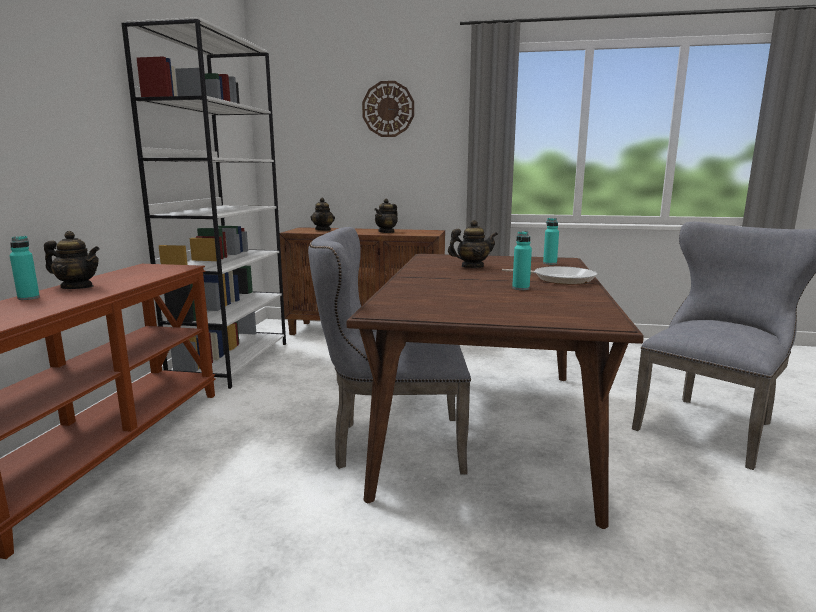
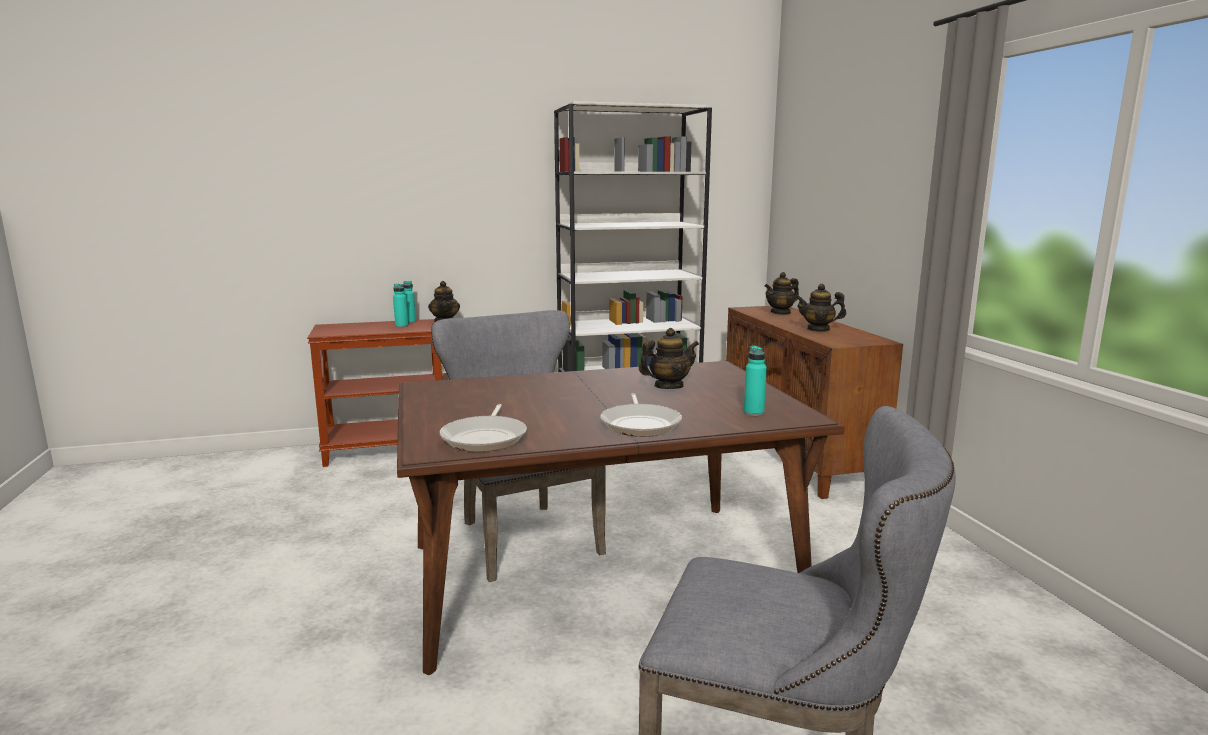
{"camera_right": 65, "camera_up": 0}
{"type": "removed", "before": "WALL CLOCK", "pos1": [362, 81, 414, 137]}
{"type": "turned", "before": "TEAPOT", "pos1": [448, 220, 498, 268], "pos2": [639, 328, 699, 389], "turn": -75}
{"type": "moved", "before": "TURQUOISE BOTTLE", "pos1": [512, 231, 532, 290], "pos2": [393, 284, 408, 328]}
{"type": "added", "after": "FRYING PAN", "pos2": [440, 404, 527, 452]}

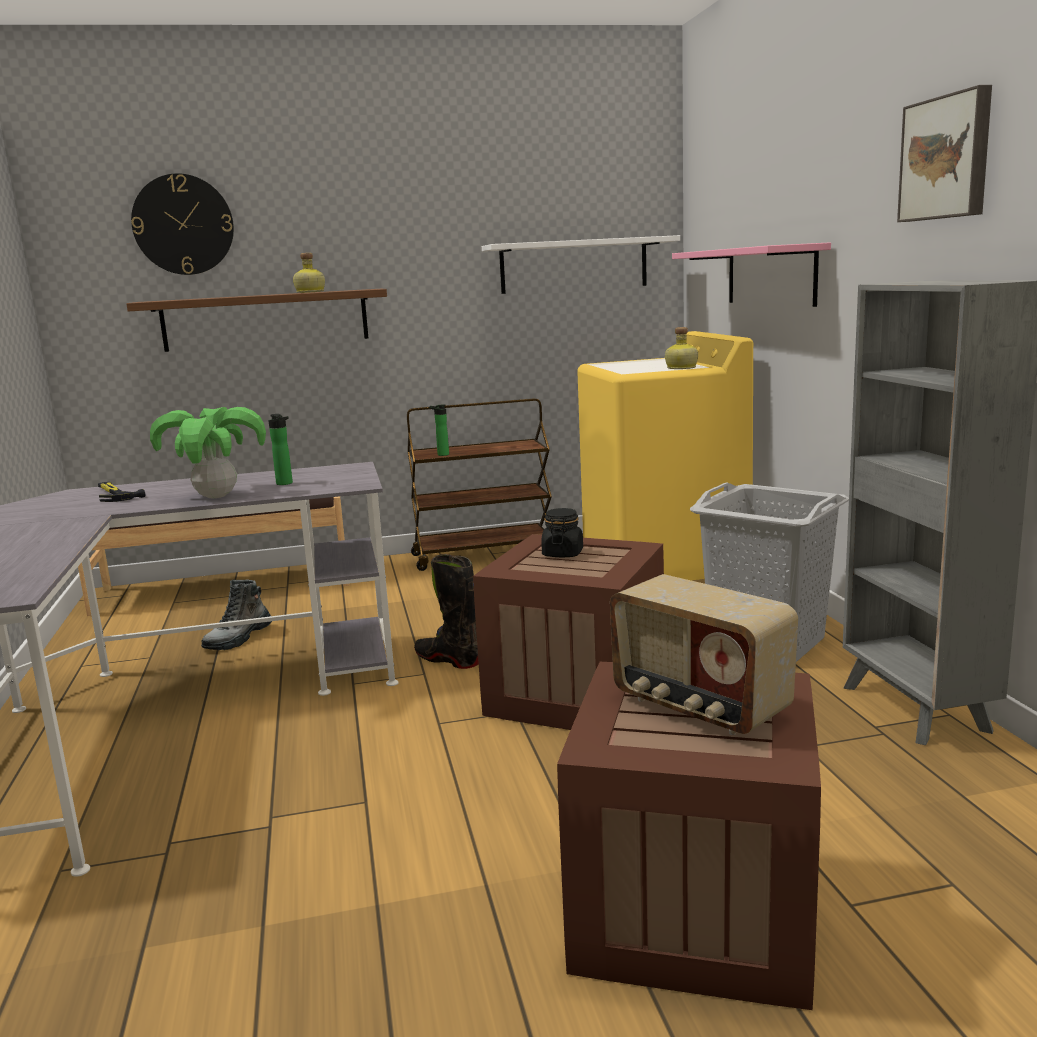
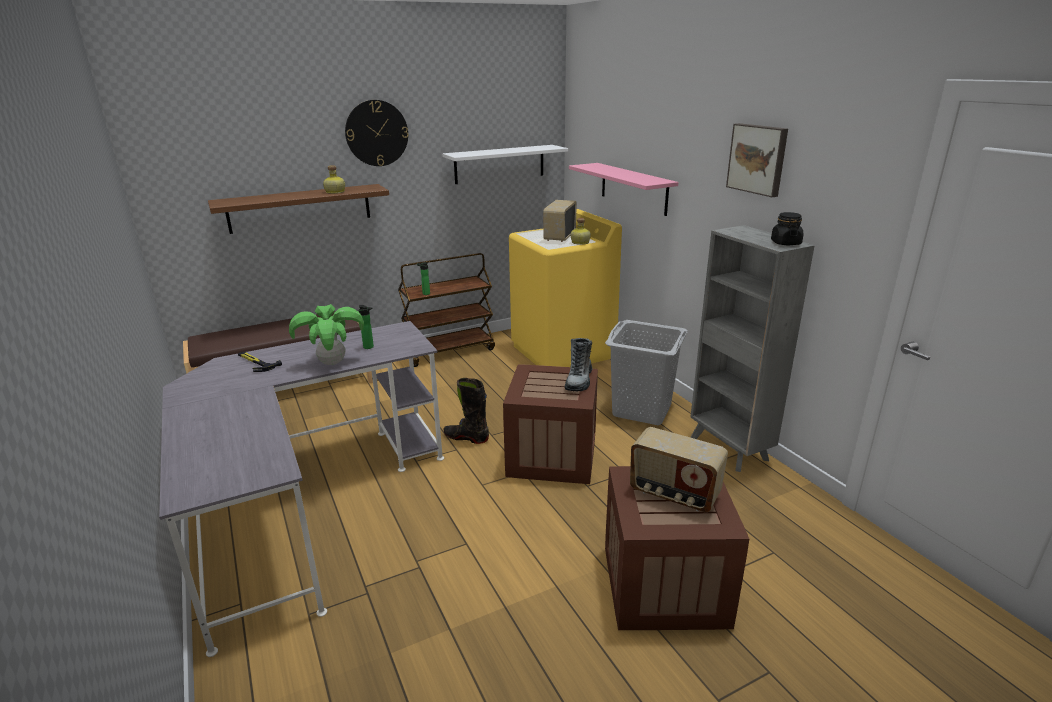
{"camera_right": -15, "camera_up": 10}
{"type": "moved", "before": "WALL CLOCK", "pos1": [131, 173, 234, 275], "pos2": [345, 100, 408, 166]}
{"type": "moved", "before": "BLACK JAR", "pos1": [541, 508, 583, 557], "pos2": [771, 212, 804, 245]}
{"type": "moved", "before": "BOOT", "pos1": [201, 579, 272, 650], "pos2": [565, 338, 592, 391]}
{"type": "added", "after": "RADIO", "pos2": [543, 200, 577, 242]}

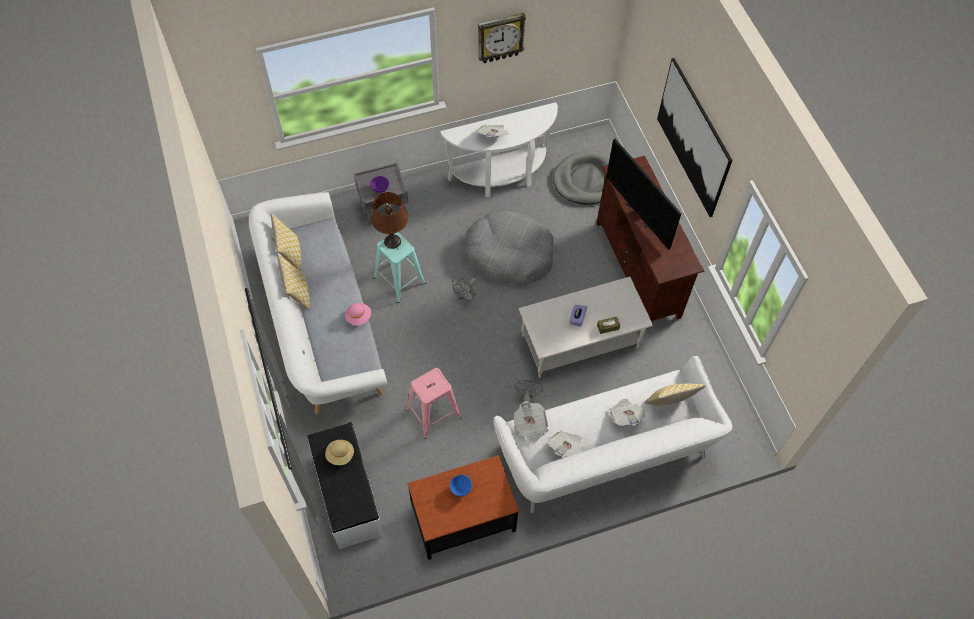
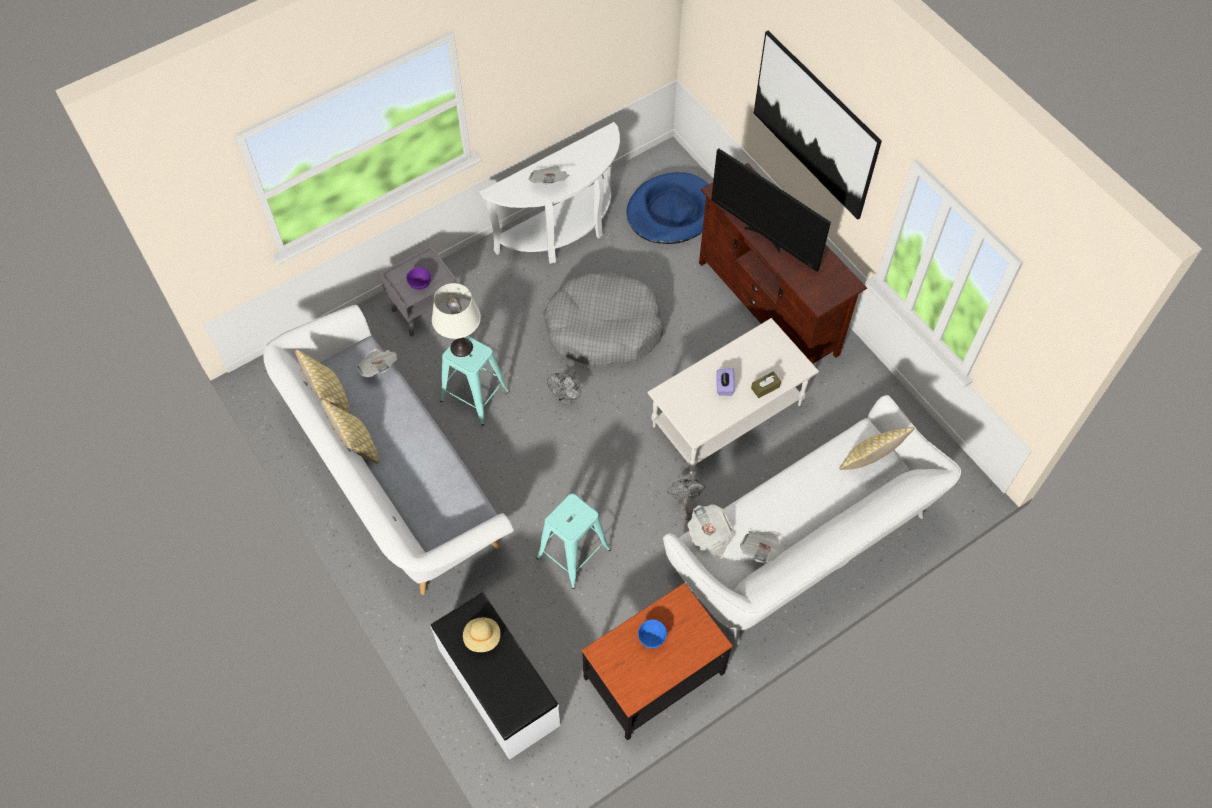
{"camera_right": -15, "camera_up": 0}
{"type": "removed", "before": "WALL CLOCK", "pos1": [478, 13, 526, 63]}
{"type": "recoloured", "before": "GREY DOG BED", "after": "BLUE DOG BED", "pos1": [553, 150, 610, 205], "pos2": [627, 172, 709, 244]}
{"type": "recoloured", "before": "BROWN TABLE LAMP", "after": "WHITE TABLE LAMP", "pos1": [371, 192, 408, 249], "pos2": [432, 283, 481, 357]}
{"type": "removed", "before": "PINK HAT", "pos1": [345, 303, 371, 325]}
{"type": "recoloured", "before": "PINK STOOL", "after": "TURQUOISE STOOL", "pos1": [406, 368, 462, 439], "pos2": [536, 494, 611, 589]}
{"type": "moved", "before": "NEWSPAPER", "pos1": [609, 399, 646, 426], "pos2": [357, 348, 397, 377]}

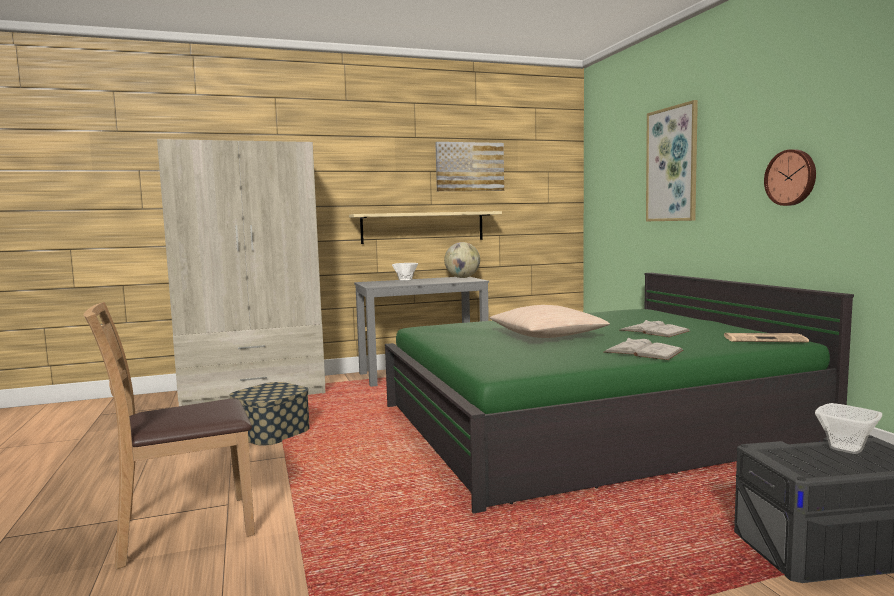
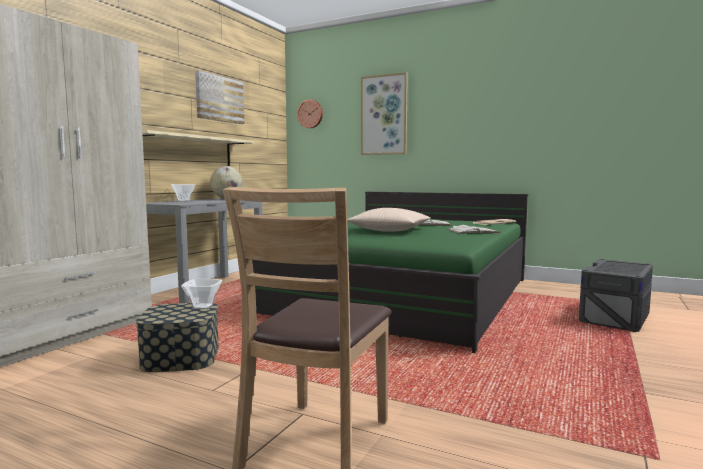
{"camera_right": -45, "camera_up": 0}
{"type": "moved", "before": "WALL CLOCK", "pos1": [764, 149, 816, 206], "pos2": [297, 99, 323, 128]}
{"type": "moved", "before": "BOWL", "pos1": [815, 403, 882, 454], "pos2": [181, 279, 222, 309]}

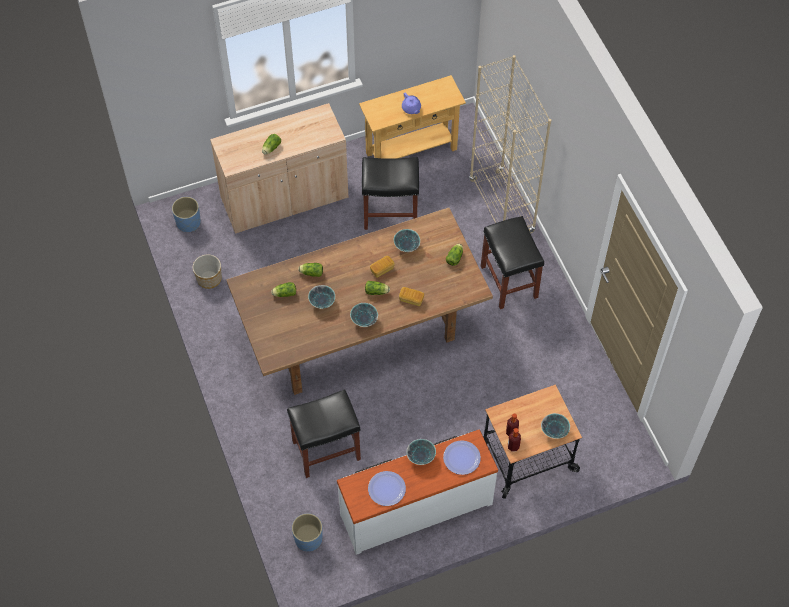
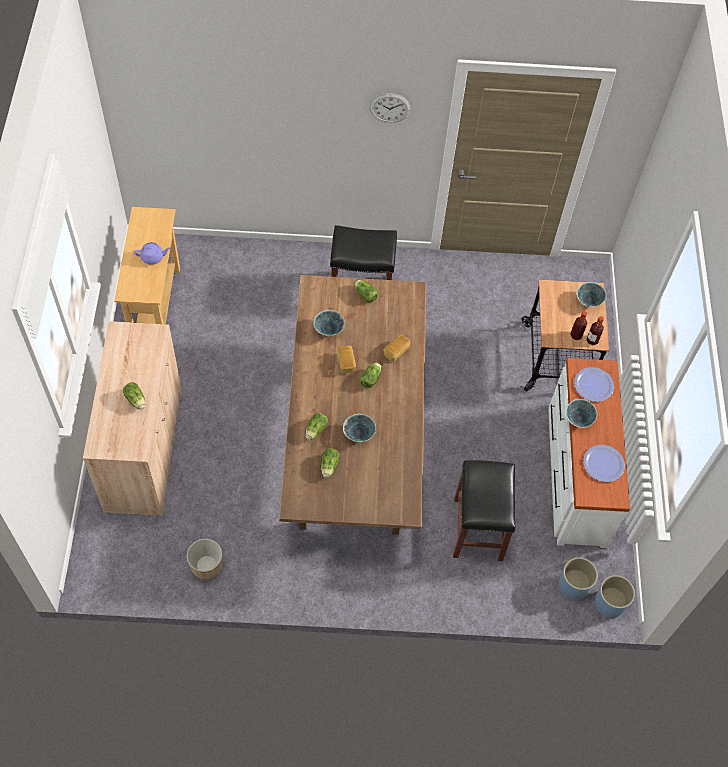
{"camera_right": -70, "camera_up": 0}
{"type": "removed", "before": "BEIGE BOOKCASE", "pos1": [469, 55, 551, 234]}
{"type": "removed", "before": "BLACK STOOL", "pos1": [362, 157, 419, 230]}
{"type": "moved", "before": "BLUE PLANTER", "pos1": [172, 197, 201, 232], "pos2": [595, 575, 635, 618]}
{"type": "removed", "before": "BOWL", "pos1": [350, 303, 378, 327]}
{"type": "added", "after": "WALL CLOCK", "pos2": [369, 93, 411, 123]}

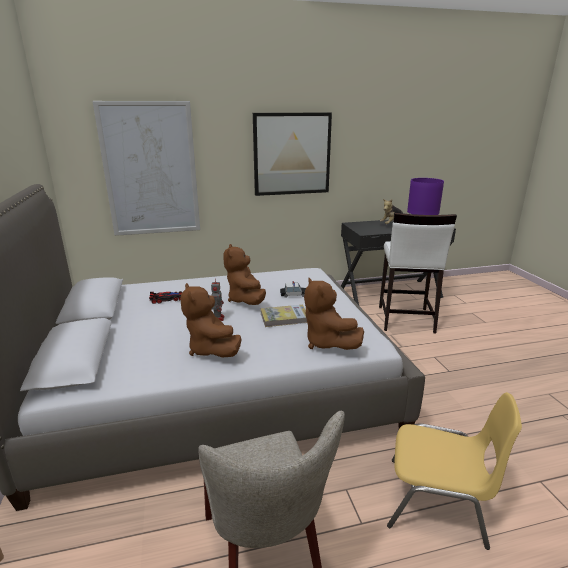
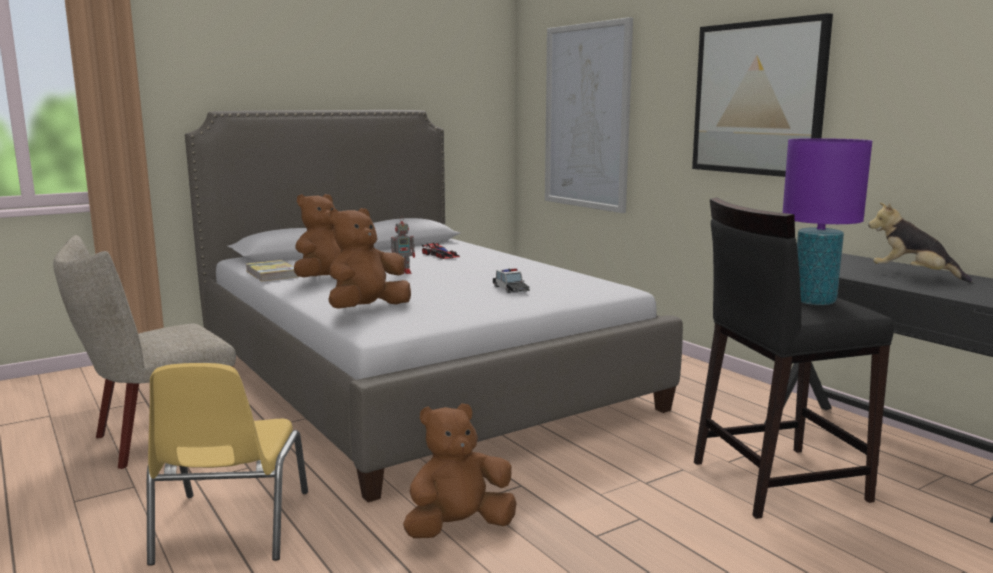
{"camera_right": 70, "camera_up": -10}
{"type": "recoloured", "before": "WHITE STOOL", "after": "BLACK STOOL", "pos1": [379, 213, 457, 333], "pos2": [694, 197, 894, 519]}
{"type": "moved", "before": "BROWN PLUSH TOY", "pos1": [223, 244, 266, 305], "pos2": [403, 403, 516, 538]}
{"type": "moved", "before": "BOOK", "pos1": [261, 305, 307, 327], "pos2": [246, 260, 299, 282]}

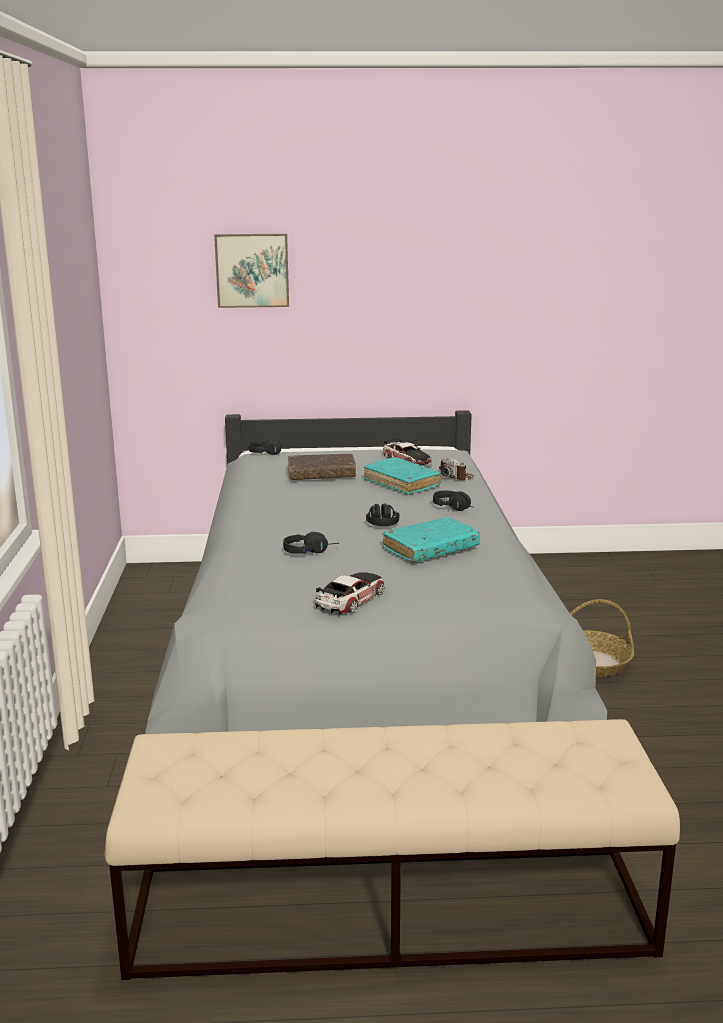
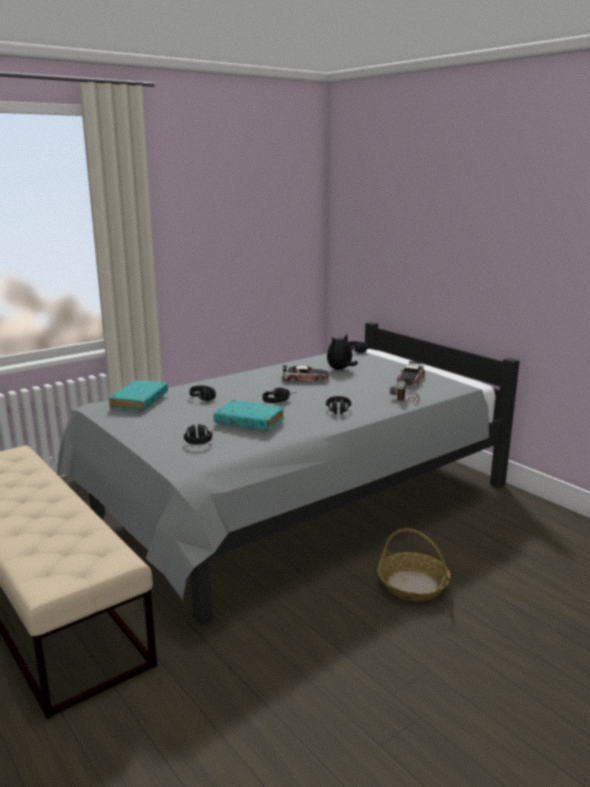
{"camera_right": 55, "camera_up": 0}
{"type": "removed", "before": "PICTURE", "pos1": [214, 234, 289, 308]}
{"type": "replaced", "before": "BROWN BOOK", "after": "PLUSH TOY", "pos1": [288, 453, 356, 480], "pos2": [327, 334, 358, 370]}
{"type": "moved", "before": "TURQUOISE BOOK", "pos1": [364, 458, 442, 495], "pos2": [108, 380, 168, 411]}
{"type": "moved", "before": "TOY CAR", "pos1": [315, 572, 385, 615], "pos2": [282, 365, 329, 383]}
{"type": "added", "after": "BLACK HEADPHONES", "pos2": [184, 424, 212, 445]}

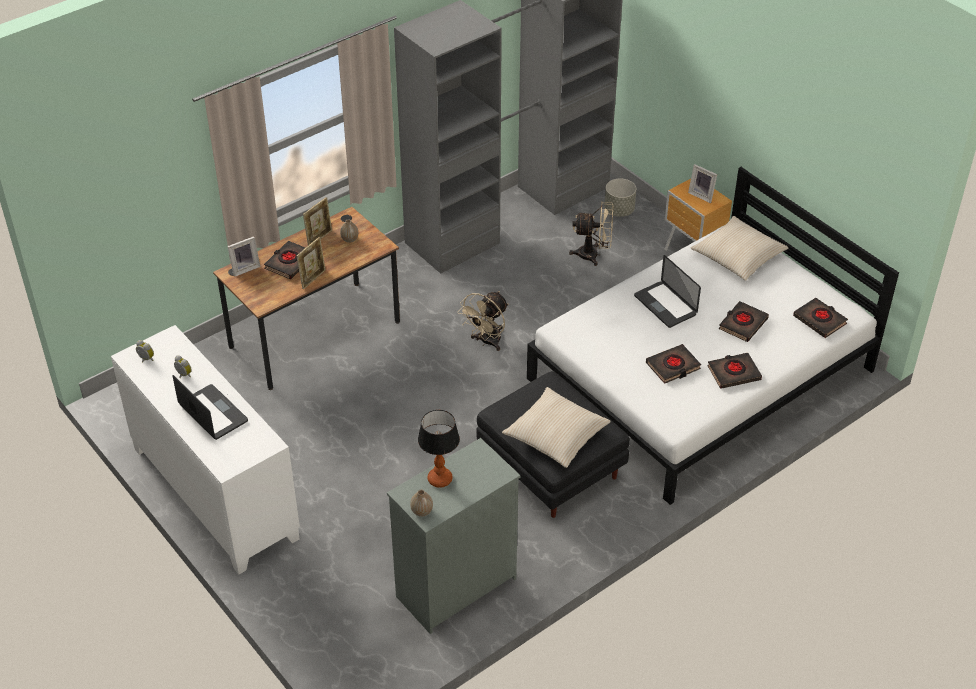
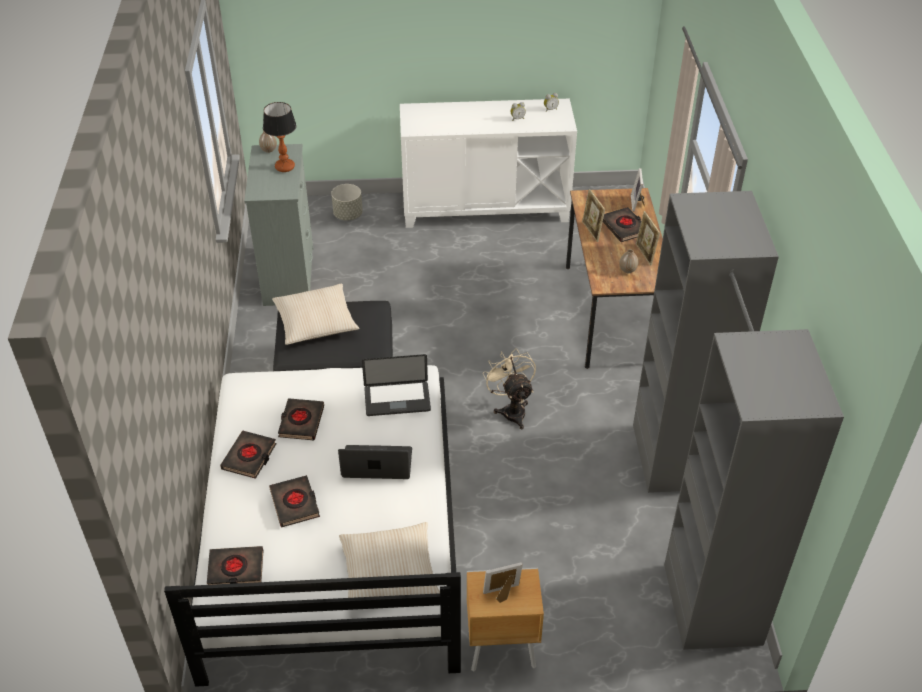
{"camera_right": 125, "camera_up": 0}
{"type": "moved", "before": "GREY PLANTER", "pos1": [604, 179, 636, 217], "pos2": [331, 184, 363, 220]}
{"type": "removed", "before": "BEIGE FAN", "pos1": [569, 201, 613, 266]}
{"type": "moved", "before": "LAPTOP", "pos1": [172, 375, 248, 440], "pos2": [362, 354, 431, 416]}

